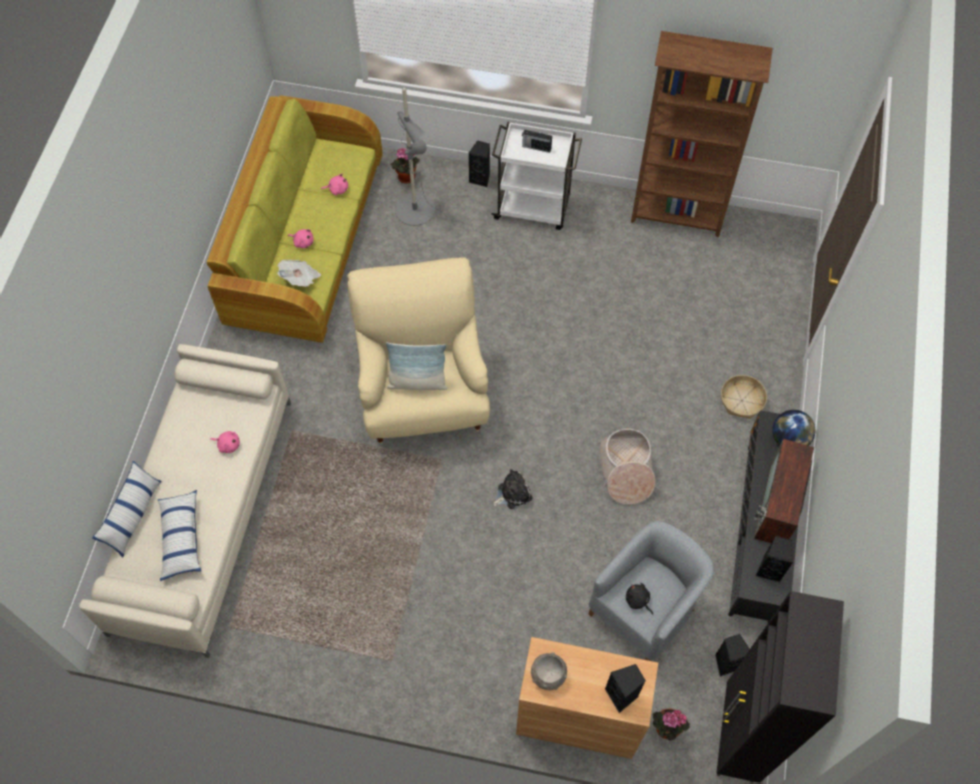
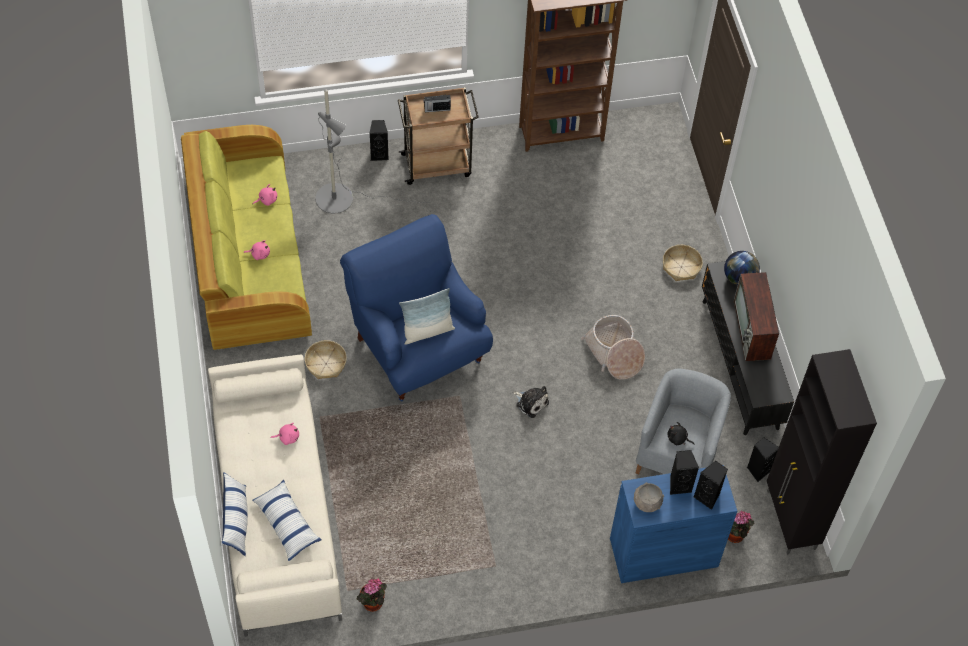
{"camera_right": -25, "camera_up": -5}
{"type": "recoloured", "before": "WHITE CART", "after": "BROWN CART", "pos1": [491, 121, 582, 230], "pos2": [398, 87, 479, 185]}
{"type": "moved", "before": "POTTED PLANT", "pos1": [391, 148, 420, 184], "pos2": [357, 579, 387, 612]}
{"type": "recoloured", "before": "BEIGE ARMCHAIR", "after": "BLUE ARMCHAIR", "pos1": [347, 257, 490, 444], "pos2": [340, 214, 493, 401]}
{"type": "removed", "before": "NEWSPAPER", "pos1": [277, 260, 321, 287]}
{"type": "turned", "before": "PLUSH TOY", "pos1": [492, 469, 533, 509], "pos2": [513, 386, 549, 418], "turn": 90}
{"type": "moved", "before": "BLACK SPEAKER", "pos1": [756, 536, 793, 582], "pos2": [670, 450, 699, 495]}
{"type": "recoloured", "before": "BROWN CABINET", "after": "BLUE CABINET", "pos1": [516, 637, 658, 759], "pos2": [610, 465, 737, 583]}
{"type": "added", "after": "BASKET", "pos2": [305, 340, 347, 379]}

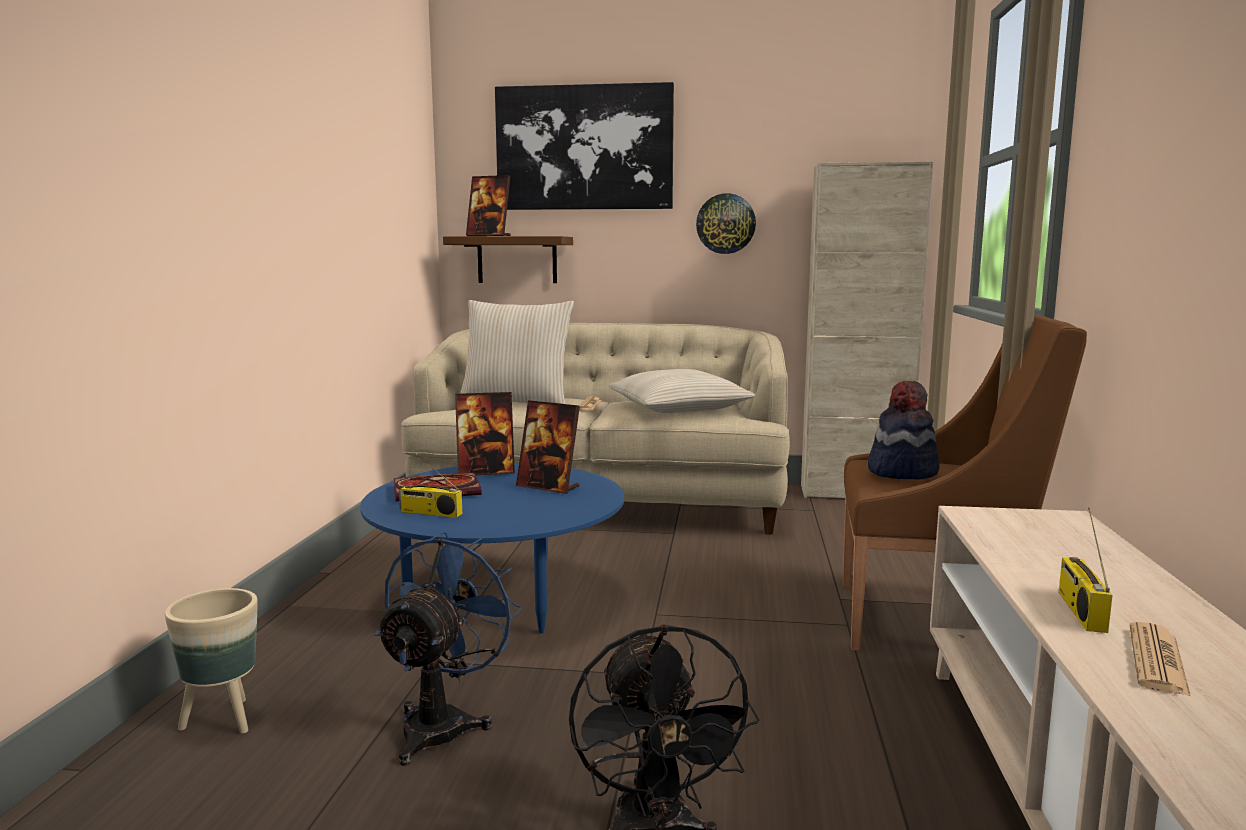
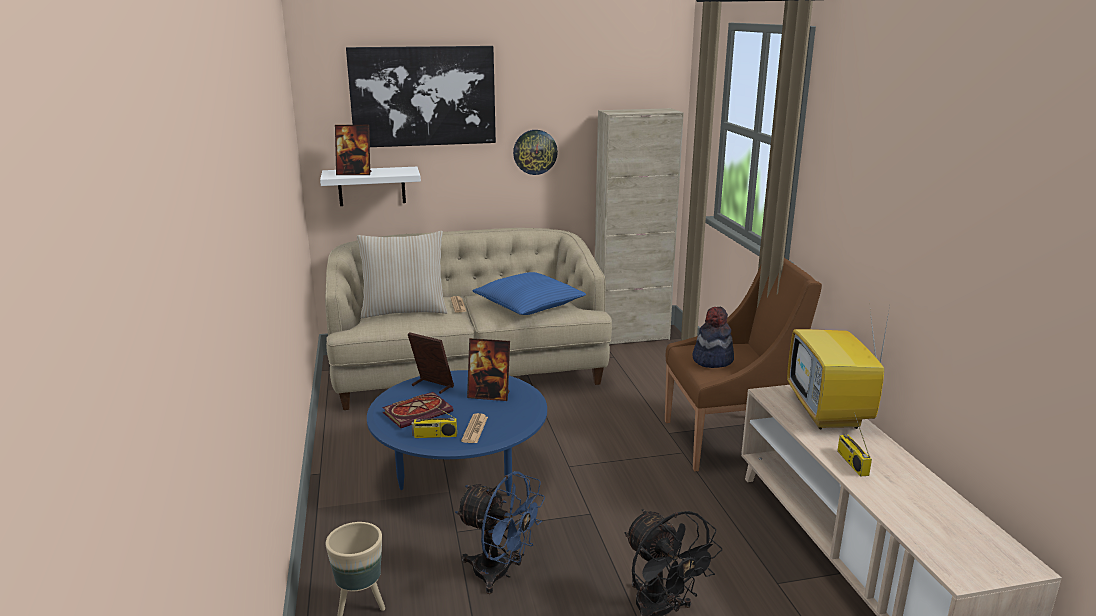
{"camera_right": -20, "camera_up": 10}
{"type": "recoloured", "before": "BROWN SHELF", "after": "WHITE SHELF", "pos1": [443, 236, 573, 283], "pos2": [320, 167, 421, 206]}
{"type": "recoloured", "before": "BEIGE PILLOW", "after": "BLUE PILLOW", "pos1": [608, 369, 755, 414], "pos2": [472, 272, 586, 315]}
{"type": "turned", "before": "PICTURE FRAME", "pos1": [455, 392, 515, 475], "pos2": [408, 332, 454, 394], "turn": -120}
{"type": "turned", "before": "BLUE FAN", "pos1": [374, 531, 523, 766], "pos2": [455, 471, 545, 594], "turn": 120}
{"type": "moved", "before": "NEWSPAPER", "pos1": [1130, 622, 1191, 696], "pos2": [461, 413, 488, 443]}
{"type": "added", "after": "TELEVISION", "pos2": [787, 303, 890, 429]}

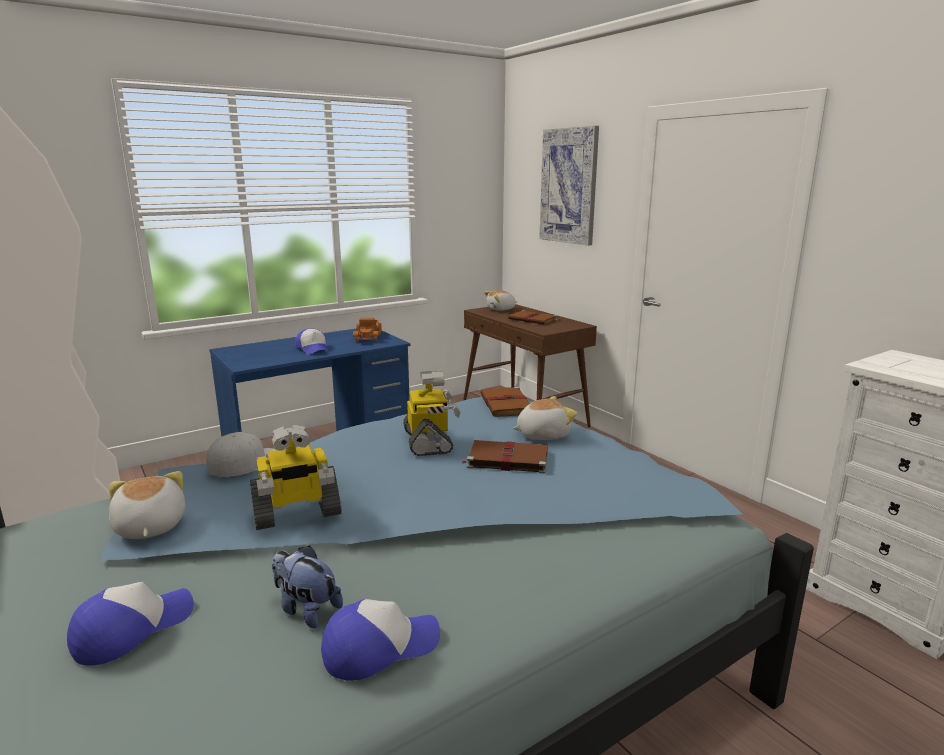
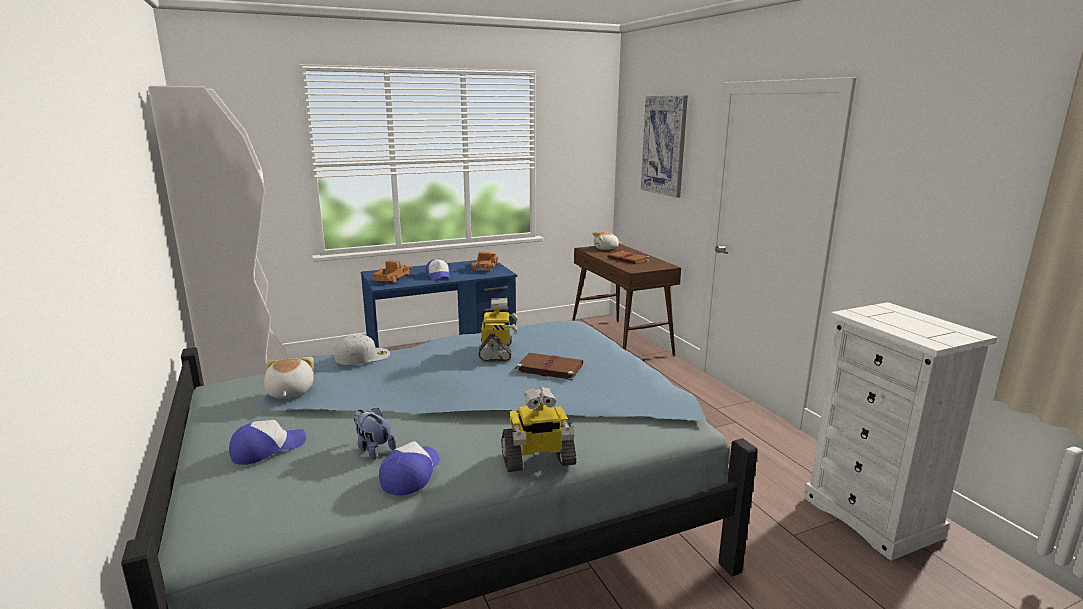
{"camera_right": 10, "camera_up": 0}
{"type": "removed", "before": "BROWN BOOK", "pos1": [480, 387, 530, 417]}
{"type": "removed", "before": "PLUSH TOY", "pos1": [513, 396, 577, 440]}
{"type": "moved", "before": "TOY ROBOT", "pos1": [250, 425, 342, 530], "pos2": [501, 387, 577, 472]}
{"type": "turned", "before": "CAP", "pos1": [321, 599, 440, 681], "pos2": [379, 441, 440, 496], "turn": -60}
{"type": "added", "after": "TOY TRUCK", "pos2": [372, 260, 412, 283]}

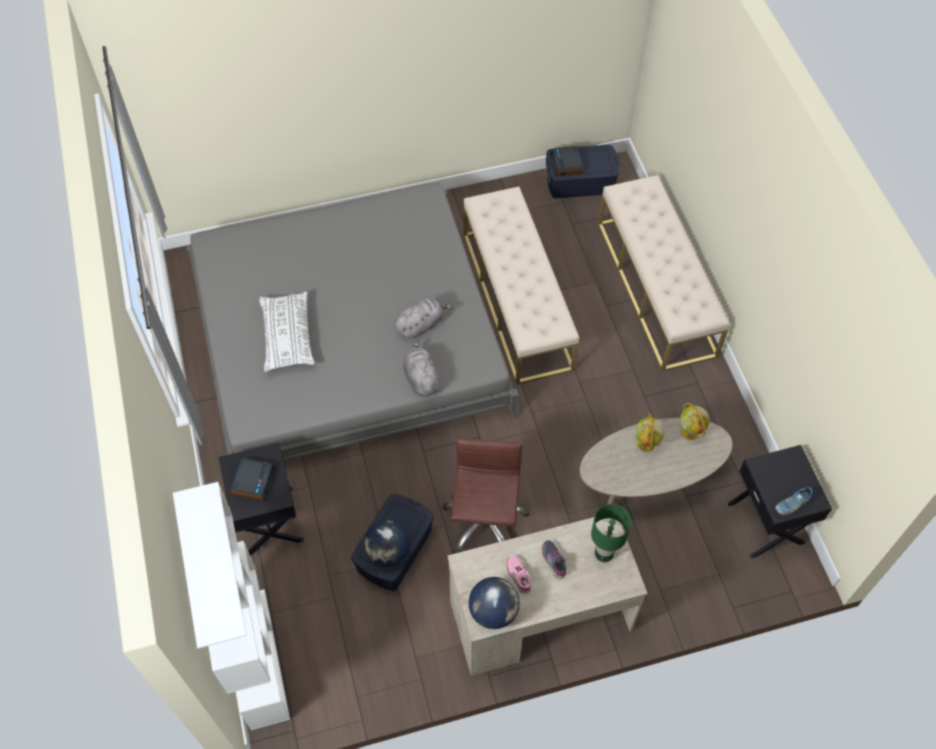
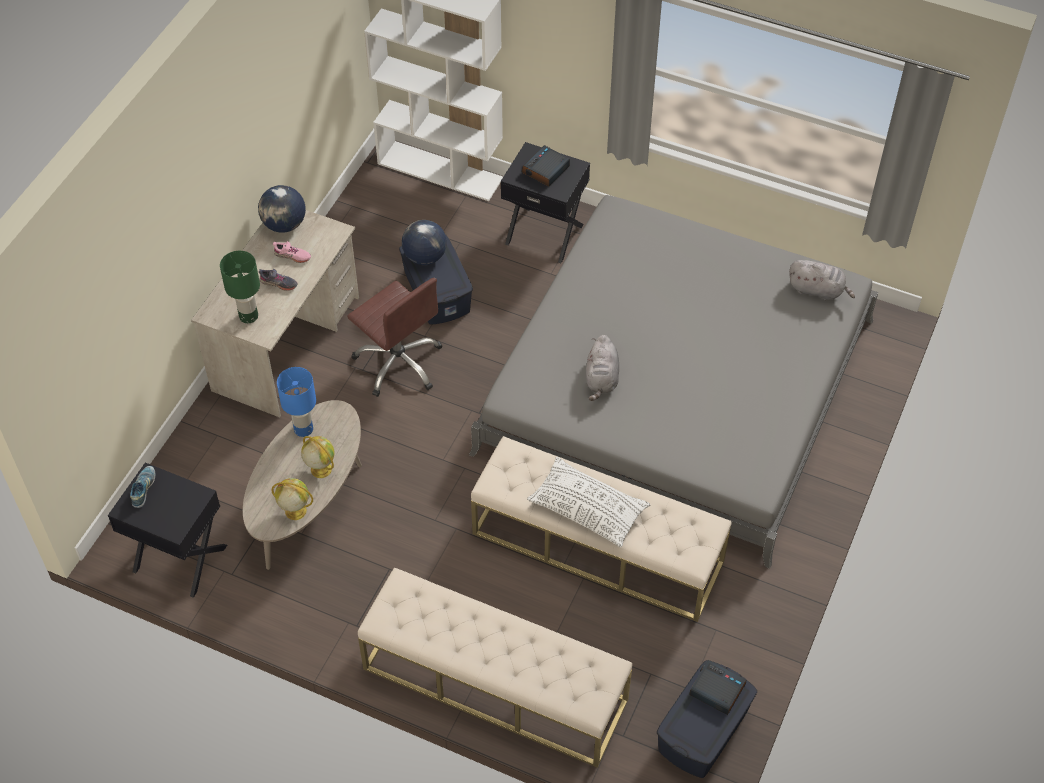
{"camera_right": 130, "camera_up": -5}
{"type": "moved", "before": "WHITE PILLOW", "pos1": [259, 291, 315, 372], "pos2": [527, 457, 650, 547]}
{"type": "moved", "before": "GREY PLUSH TOY", "pos1": [403, 341, 440, 396], "pos2": [789, 260, 855, 300]}
{"type": "turned", "before": "ALARM CLOCK", "pos1": [230, 458, 276, 502], "pos2": [522, 145, 570, 187], "turn": 75}
{"type": "added", "after": "BLUE TABLE LAMP", "pos2": [277, 367, 316, 437]}

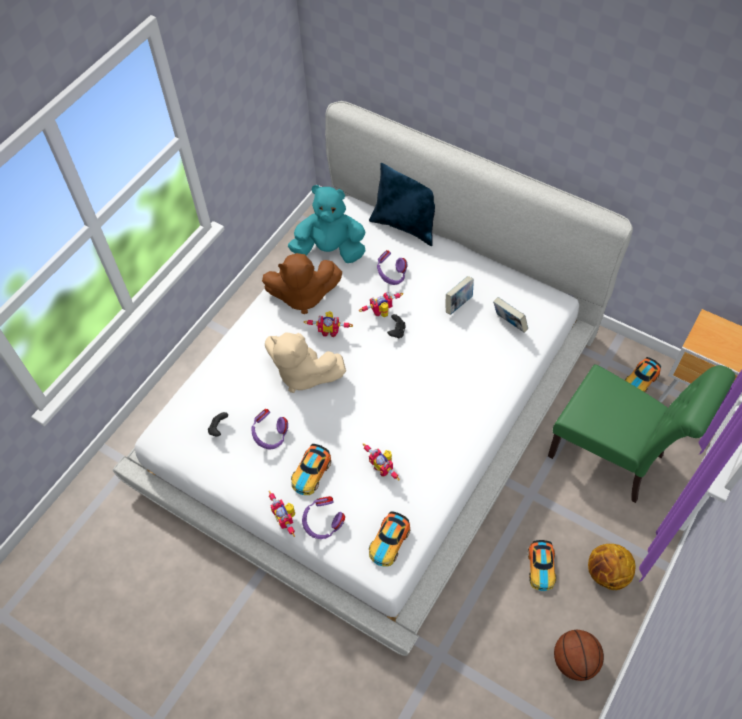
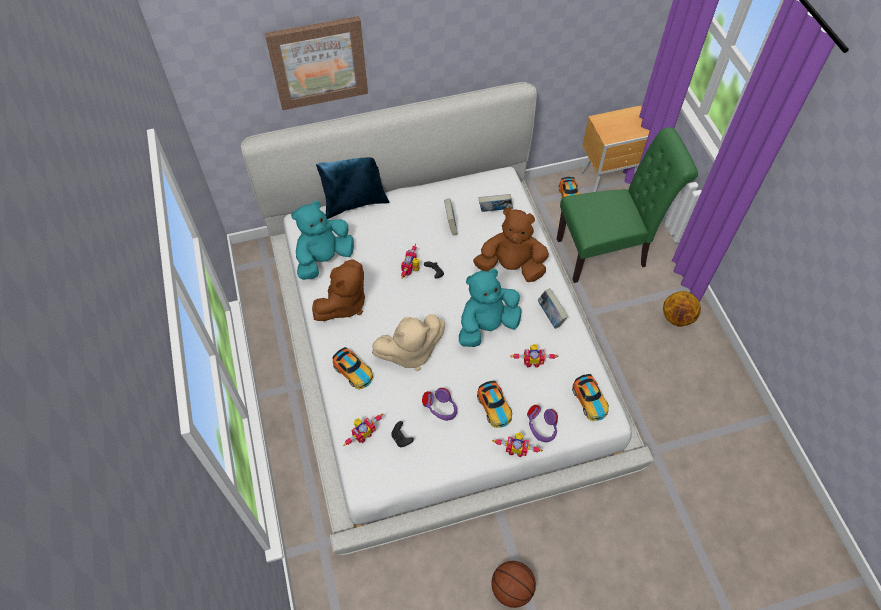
{"camera_right": -50, "camera_up": 0}
{"type": "removed", "before": "PURPLE HEADPHONES", "pos1": [377, 250, 407, 285]}
{"type": "moved", "before": "TOY ROBOT", "pos1": [304, 311, 353, 337], "pos2": [343, 414, 383, 446]}
{"type": "moved", "before": "TOY CAR", "pos1": [528, 540, 556, 591], "pos2": [333, 347, 373, 389]}
{"type": "moved", "before": "BASKETBALL", "pos1": [554, 630, 604, 681], "pos2": [491, 561, 536, 608]}
{"type": "added", "after": "PICTURE", "pos2": [265, 16, 368, 110]}
{"type": "added", "after": "BROWN PLUSH TOY", "pos2": [473, 208, 549, 282]}
{"type": "added", "after": "TURQUOISE PLUSH TOY", "pos2": [459, 269, 522, 347]}
{"type": "added", "after": "BOOK", "pos2": [537, 288, 568, 329]}

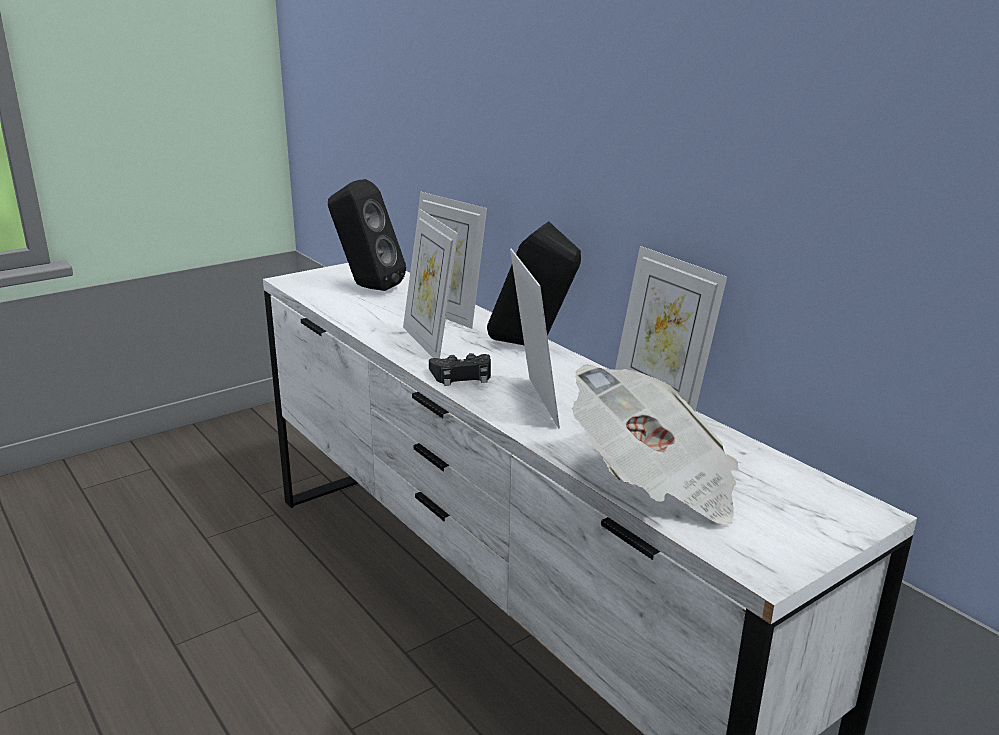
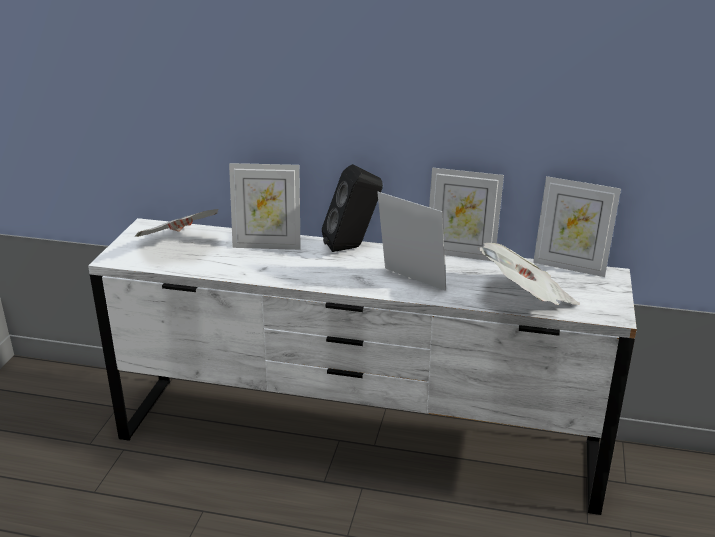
{"camera_right": -40, "camera_up": 5}
{"type": "replaced", "before": "BLACK SPEAKER", "after": "NEWSPAPER", "pos1": [328, 179, 406, 291], "pos2": [135, 209, 219, 237]}
{"type": "moved", "before": "PICTURE FRAME", "pos1": [403, 209, 458, 359], "pos2": [533, 176, 621, 277]}
{"type": "removed", "before": "BLACK GAME CONTROLLER", "pos1": [429, 353, 491, 386]}

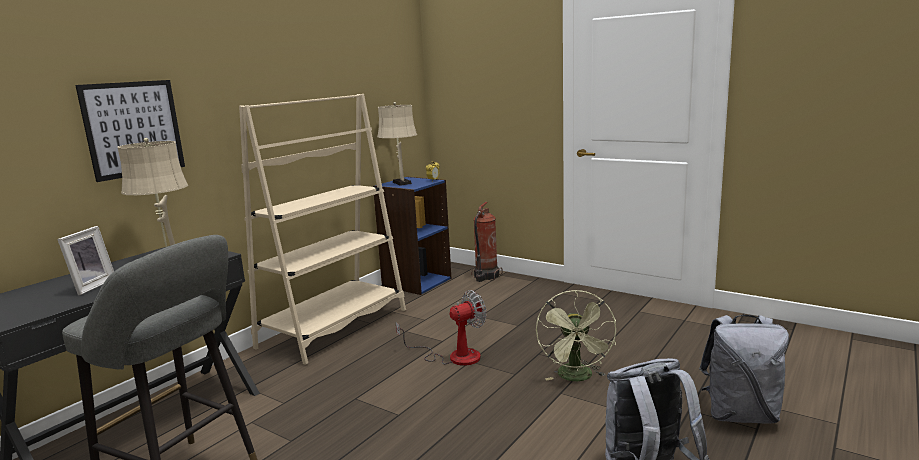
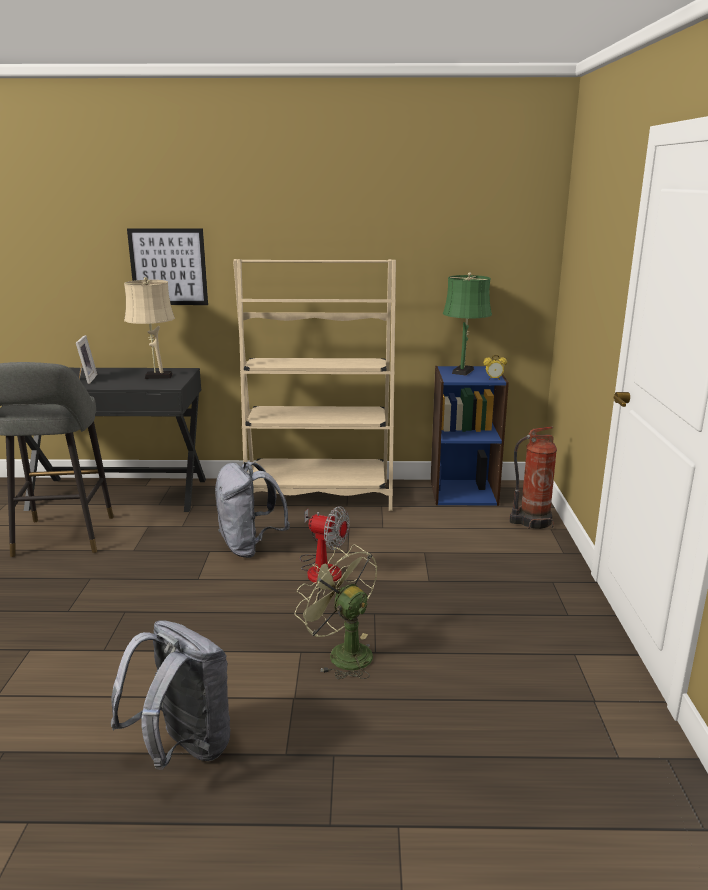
{"camera_right": 55, "camera_up": 5}
{"type": "recoloured", "before": "BEIGE TABLE LAMP", "after": "GREEN TABLE LAMP", "pos1": [377, 102, 417, 186], "pos2": [443, 272, 492, 376]}
{"type": "turned", "before": "PICTURE FRAME", "pos1": [57, 226, 114, 295], "pos2": [76, 335, 97, 384], "turn": -75}
{"type": "turned", "before": "GREEN FAN", "pos1": [536, 290, 616, 381], "pos2": [295, 545, 378, 679], "turn": 75}
{"type": "moved", "before": "GREY BACKPACK", "pos1": [699, 315, 789, 423], "pos2": [215, 462, 290, 558]}

